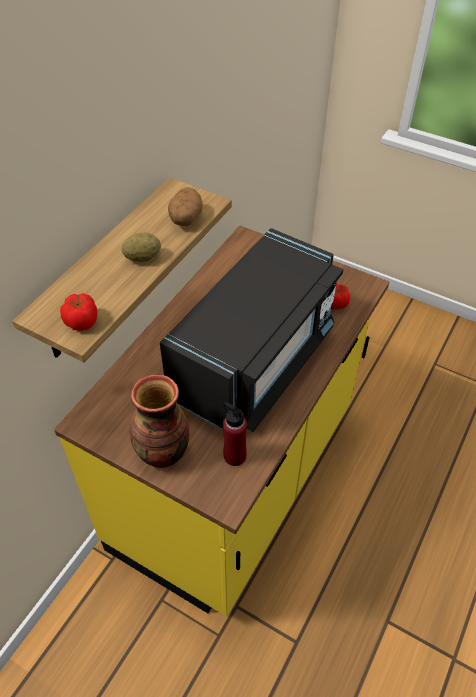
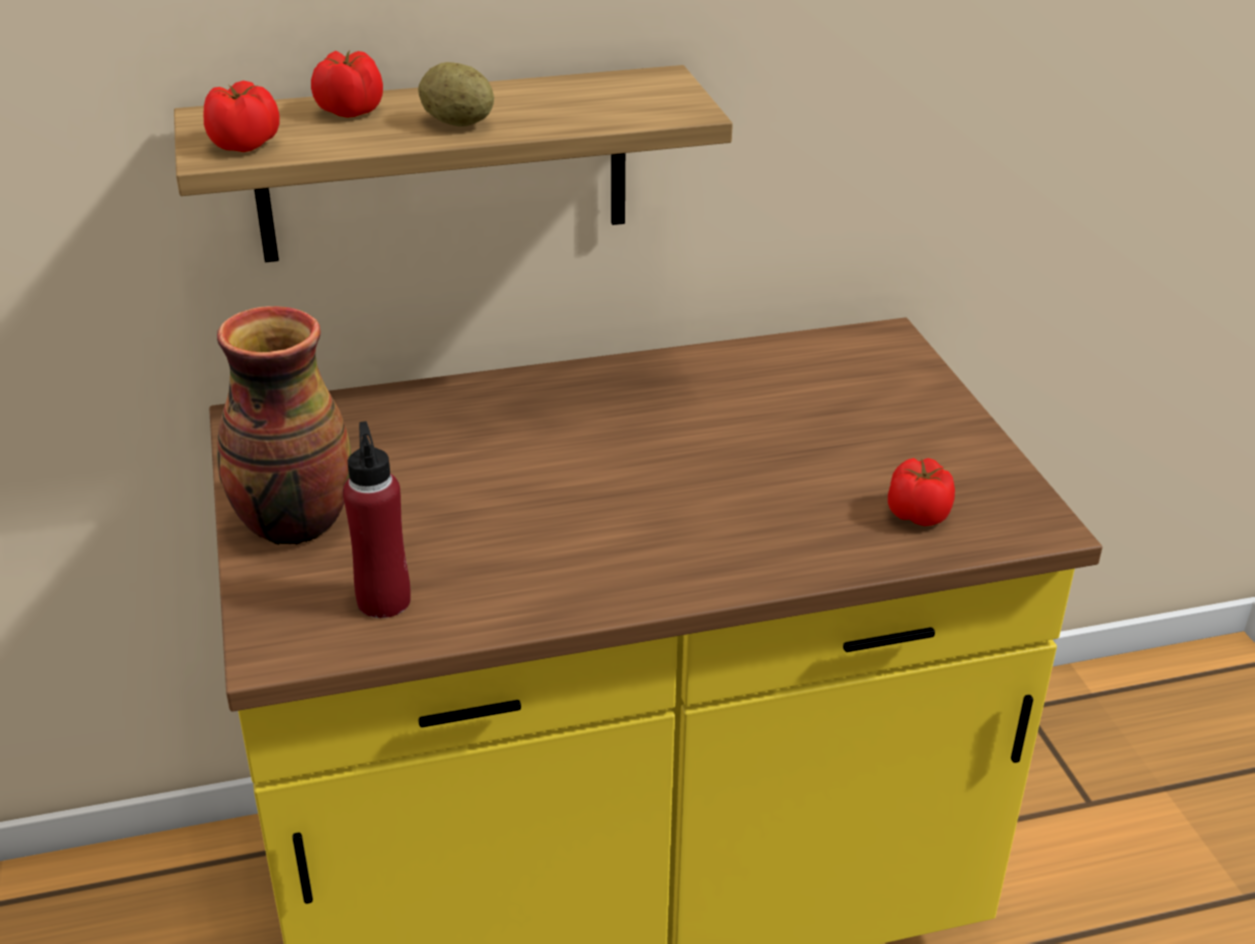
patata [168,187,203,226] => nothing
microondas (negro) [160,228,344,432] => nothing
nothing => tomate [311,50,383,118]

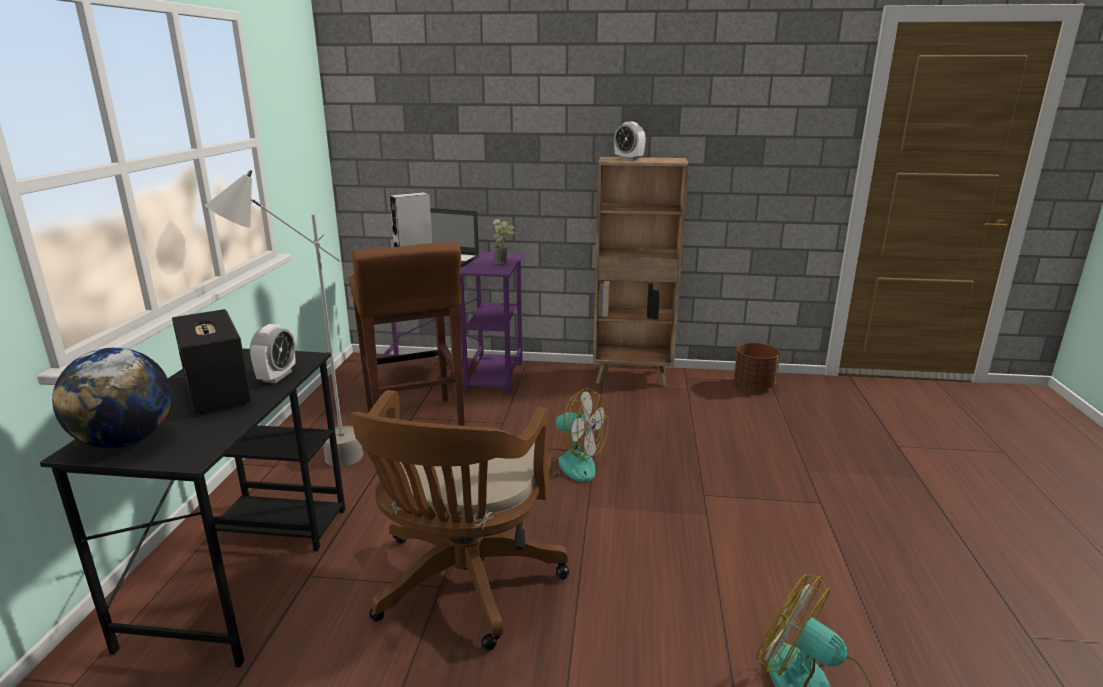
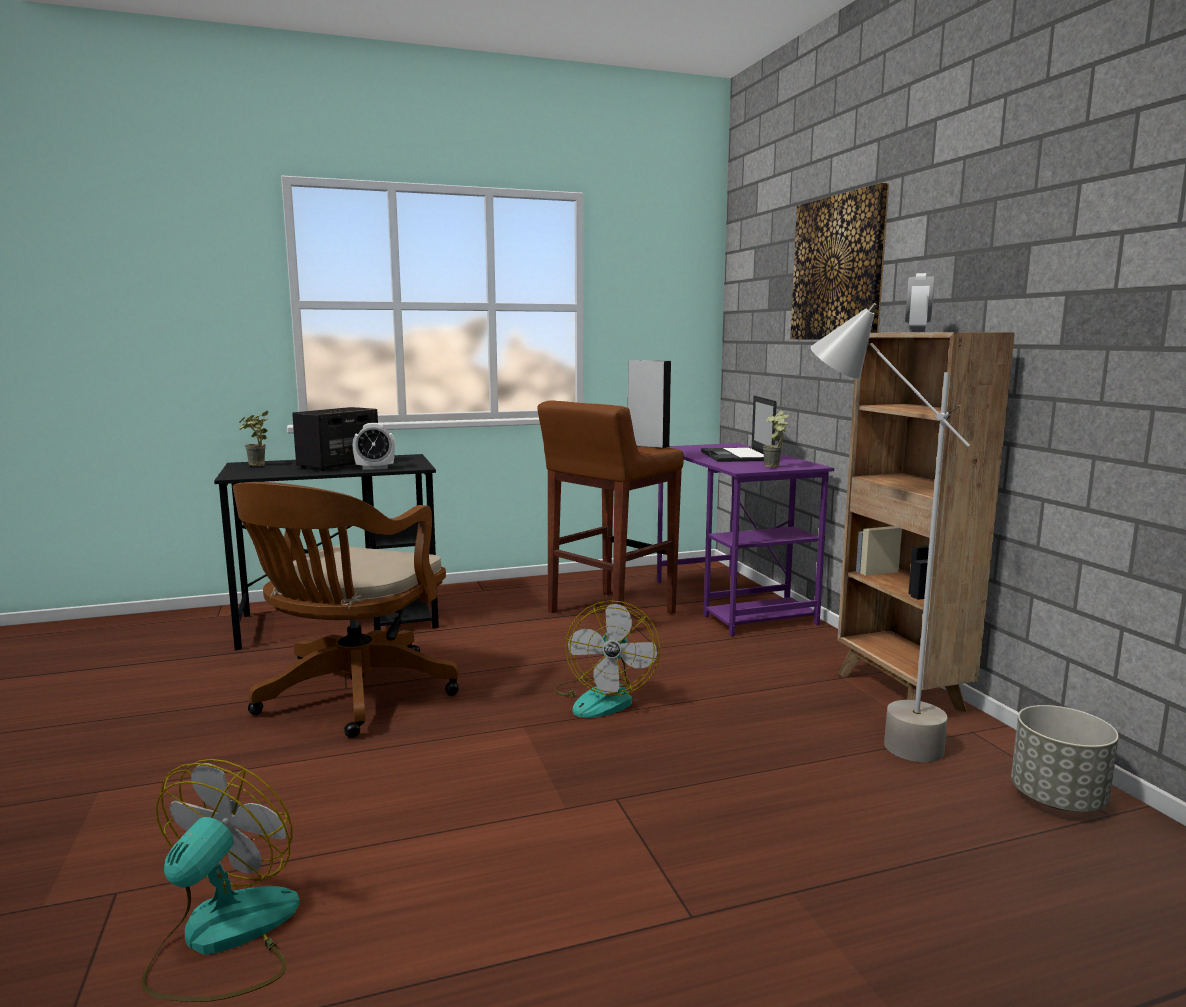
lámpara de pie (gris) [205,170,363,467] => lámpara de pie (gris) [811,303,970,762], moved
maceta (marrón) [734,343,780,390] => maceta (gris) [1011,705,1119,812]
globo terráqueo [52,347,172,448] => planta en maceta [239,410,269,466]
silla de oficina (marrón) [350,390,569,651] => silla de oficina (marrón) [233,482,459,738], 60 degrees counterclockwise
nothing => cuadro [790,183,889,340]

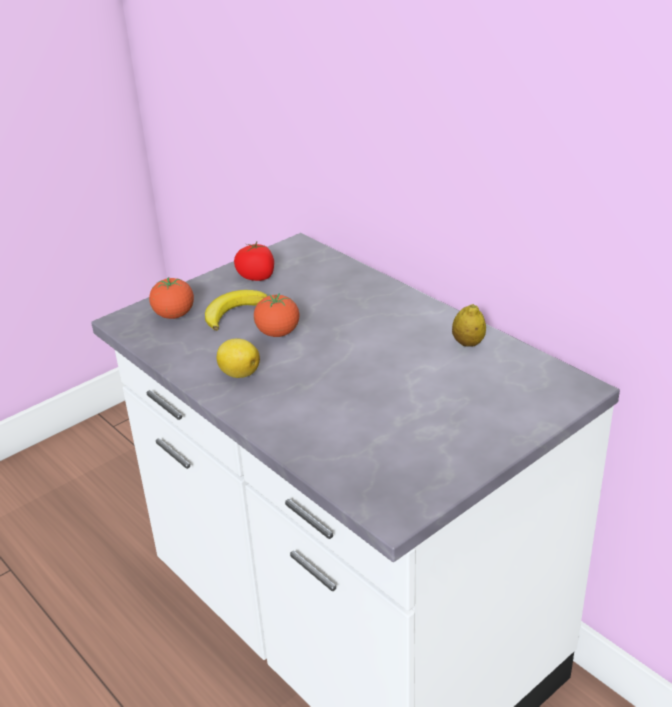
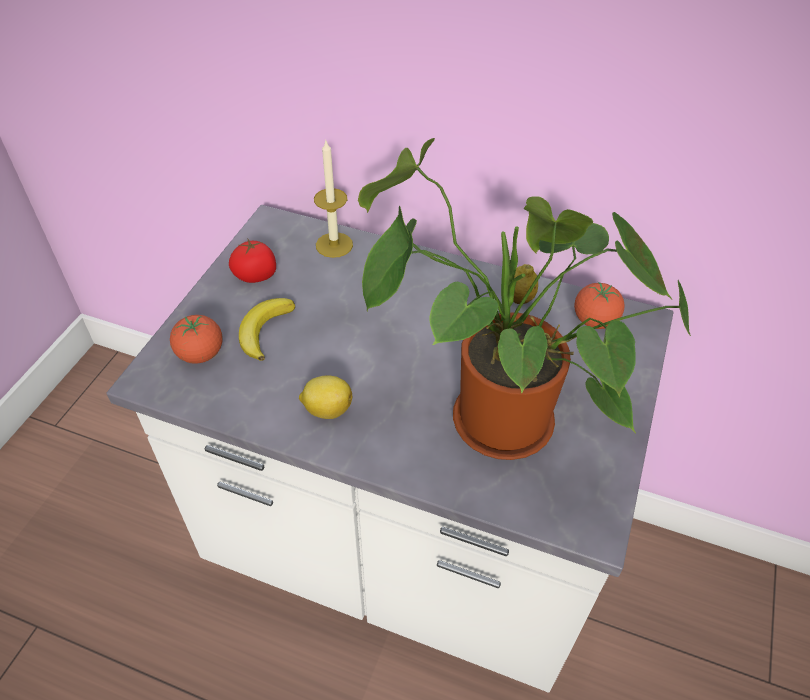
tomate [254,293,299,337] => tomate [574,282,625,329], moved
nothing => planta en maceta [358,138,691,460]
nothing => vela [314,139,353,258]

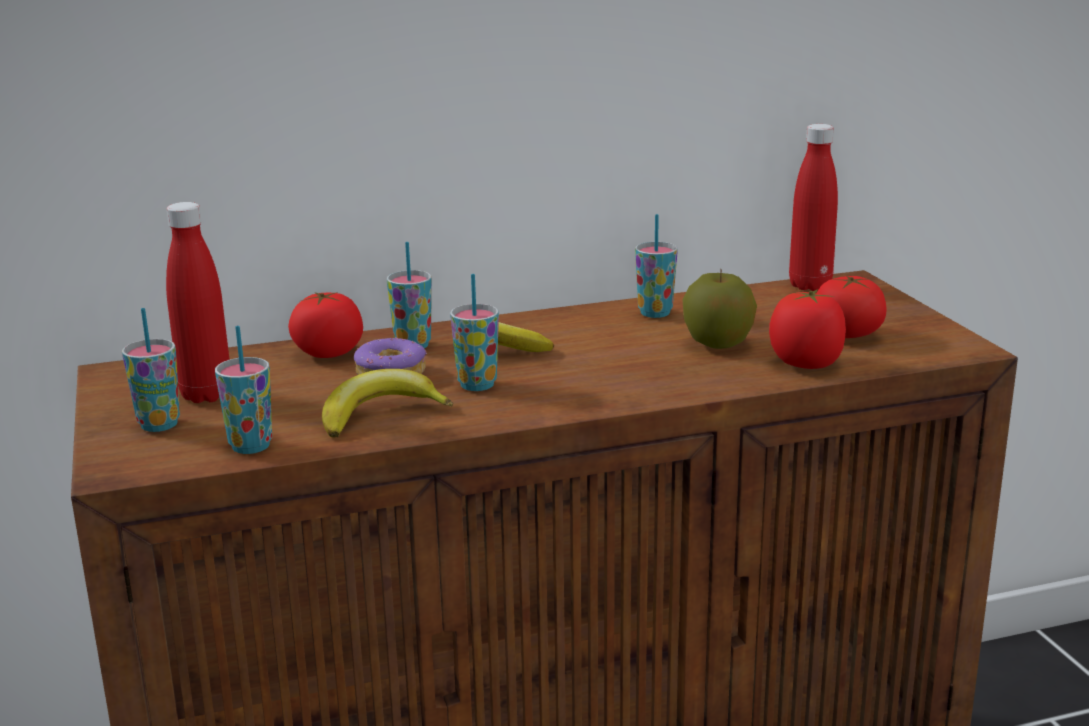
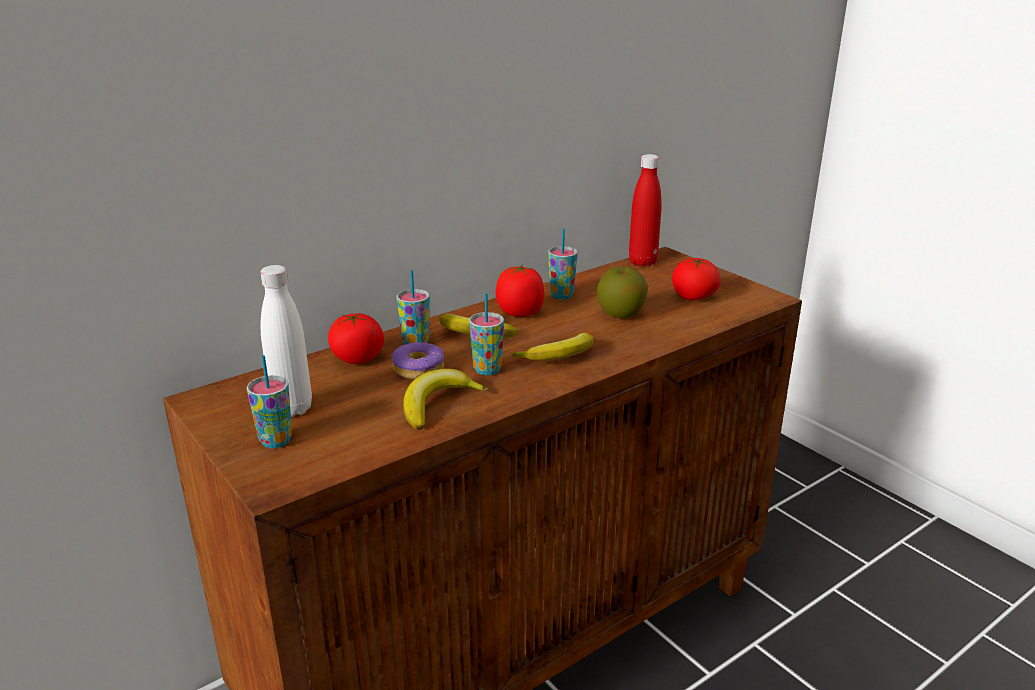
botella (rojo) [166,202,230,403] => botella (blanco) [260,265,312,417]
tomate [769,289,846,369] => tomate [496,264,544,317], moved
taza [215,326,272,454] => nothing
nothing => plátano [511,333,593,361]

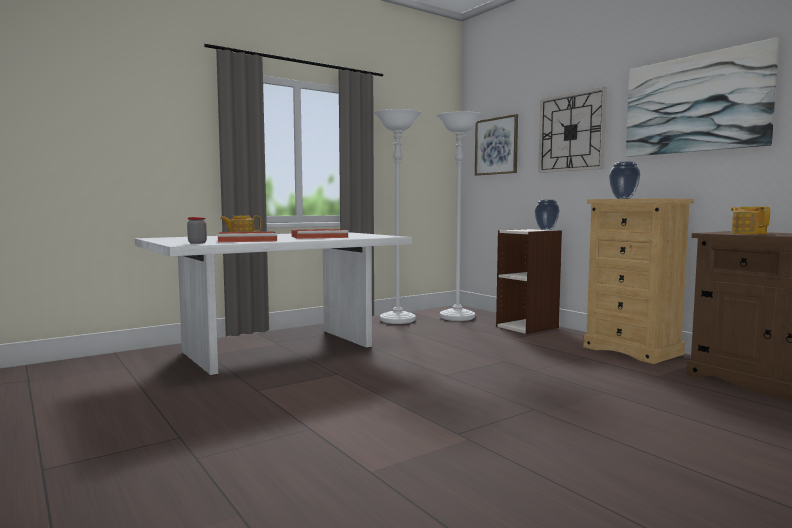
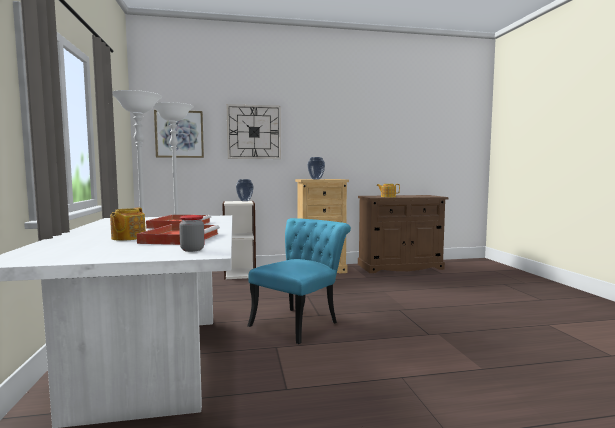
cuadro [626,37,779,157] => nothing
nothing => silla (turquesa) [247,218,351,344]

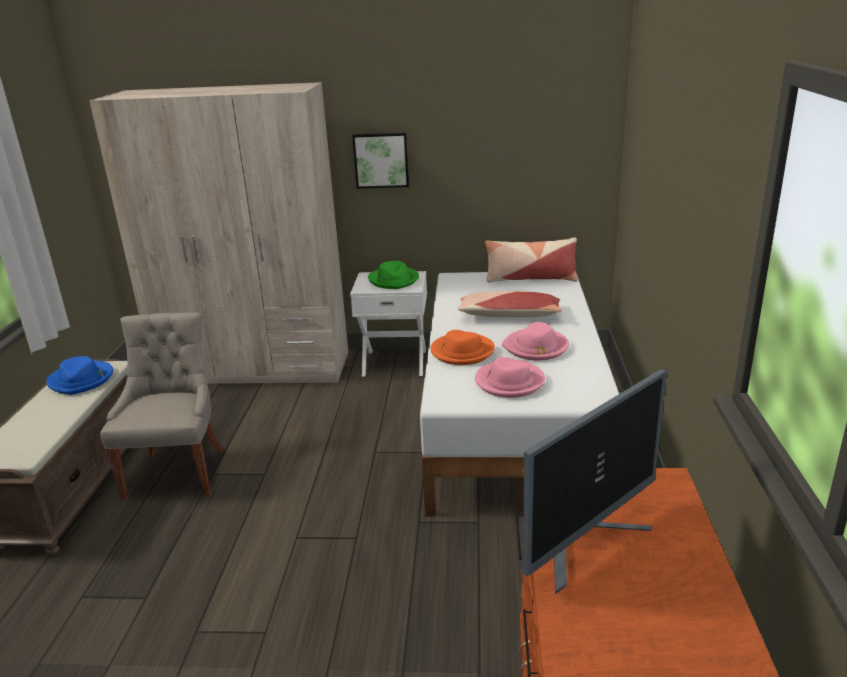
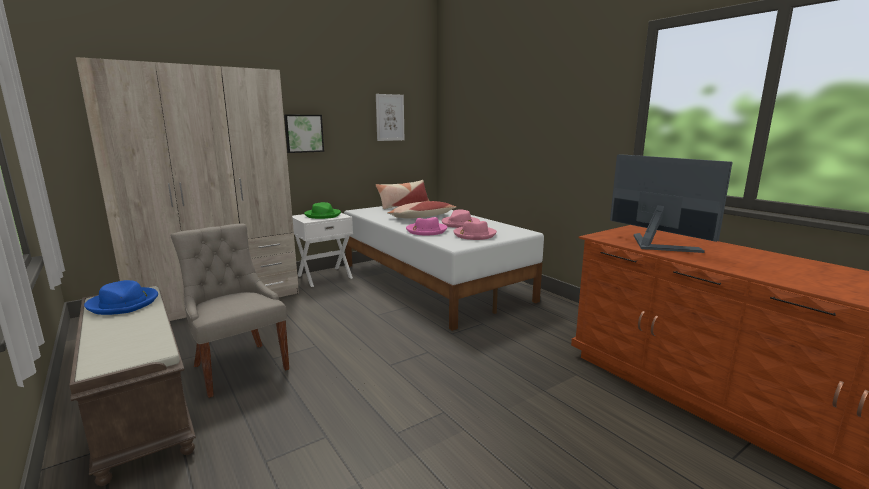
sombrero (naranja) [430,330,495,365] => sombrero (rosa) [406,217,447,236]
monitor [522,369,667,595] => monitor [610,154,733,253], 45 degrees counterclockwise
nothing => cuadro [376,94,404,141]

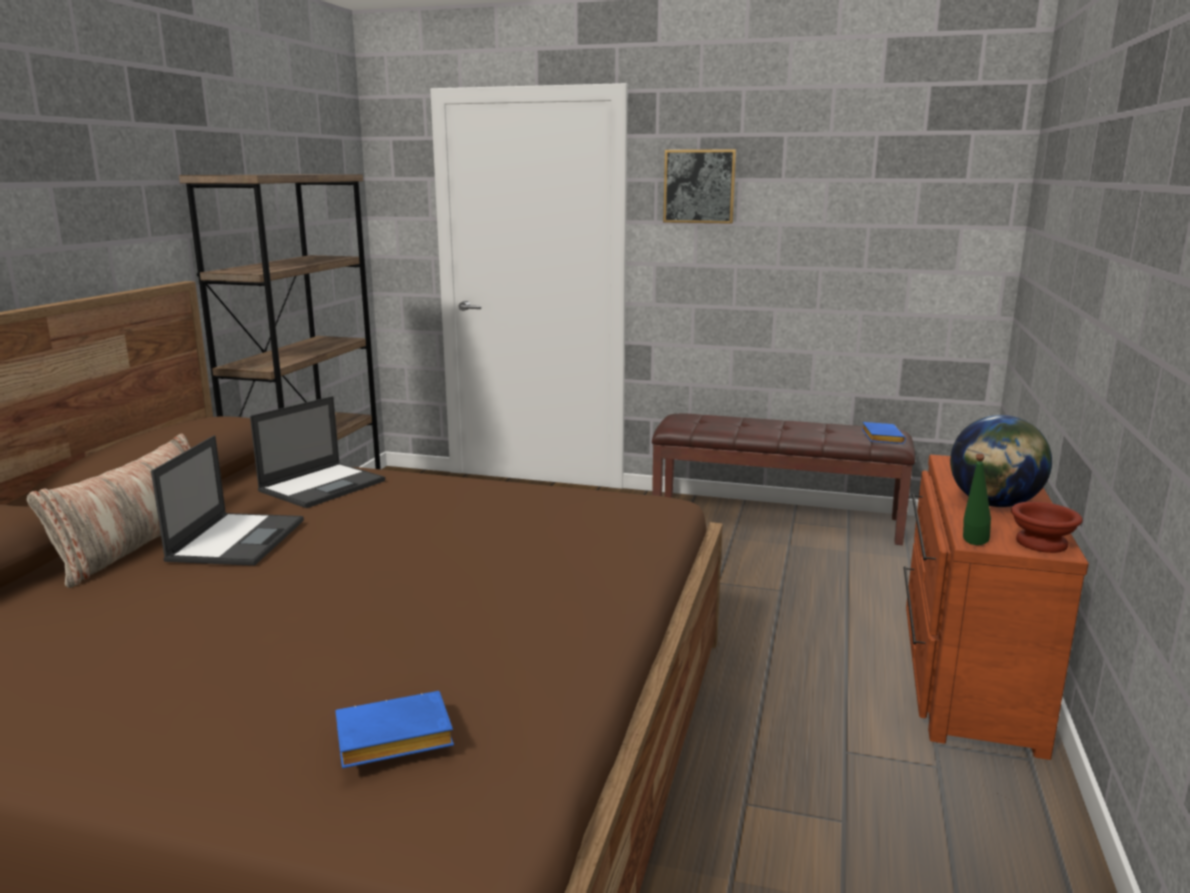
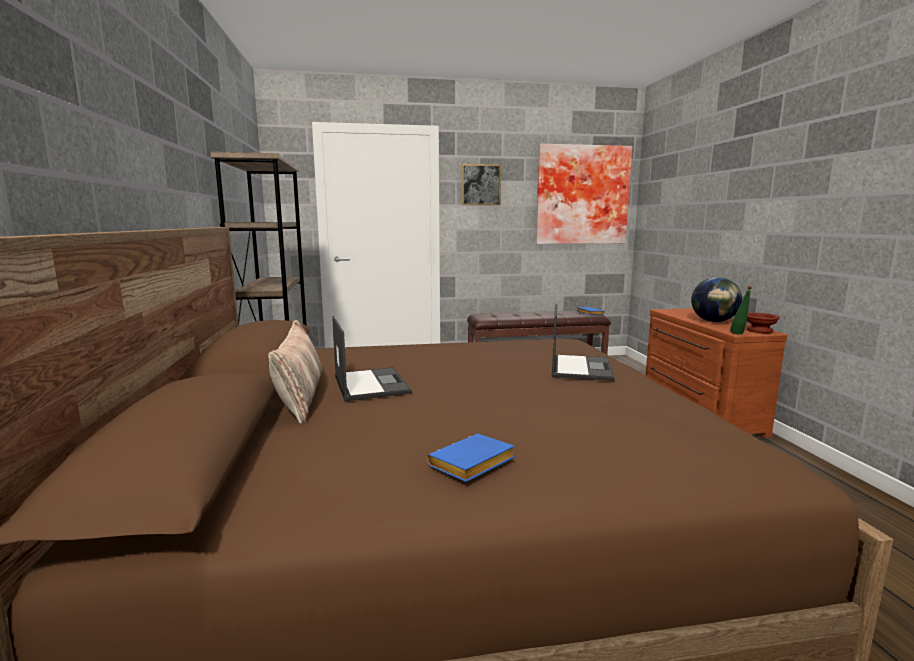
portátil [250,396,385,508] => portátil [552,304,615,381], moved
libro (azul) [335,691,454,768] => libro (azul) [427,434,515,482], moved
nothing => cuadro [536,144,632,244]

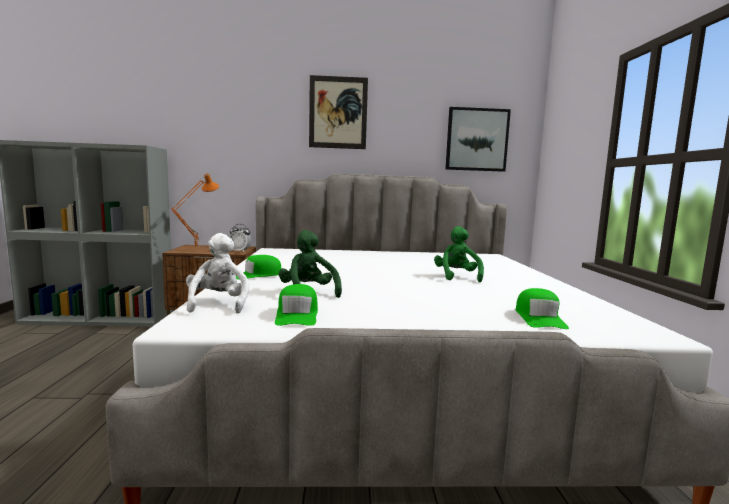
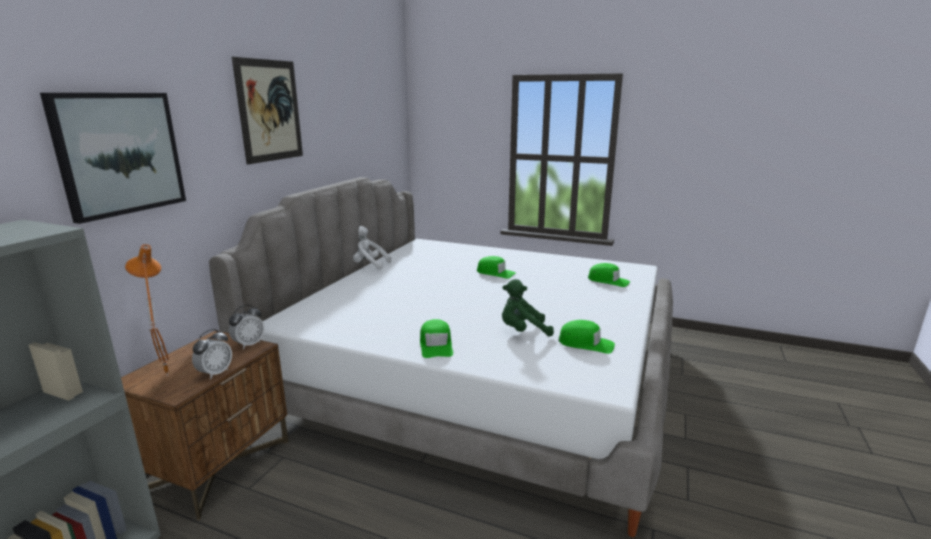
cuadro [446,107,511,172] => cuadro [40,93,186,224], moved
peluche (verde) [434,226,484,282] => gorra (verde) [477,256,516,279]
peluche (blanco) [186,233,249,313] => peluche (blanco) [353,226,391,269], moved
nothing => despertador [192,329,232,379]

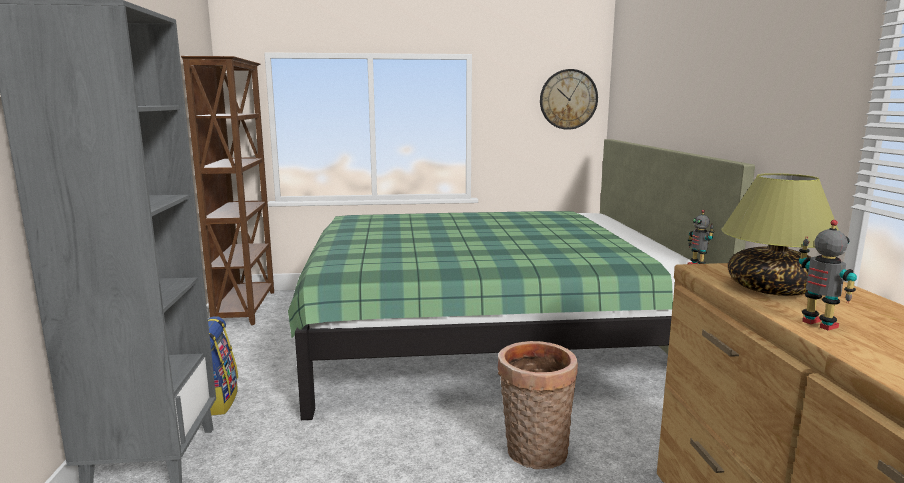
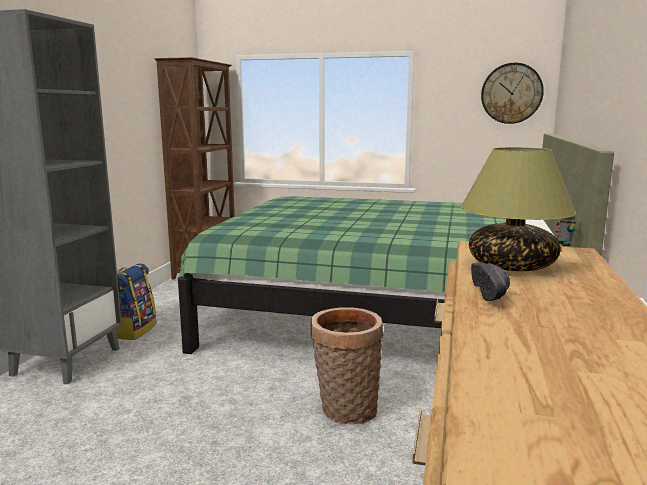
robot de juguete [799,220,857,330] => zapato (negro) [471,263,510,301]

